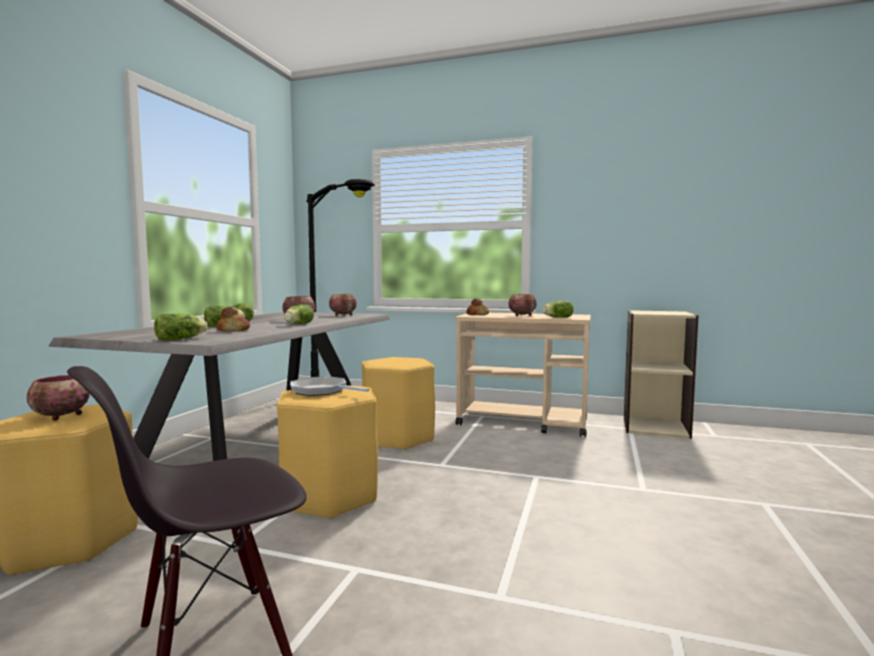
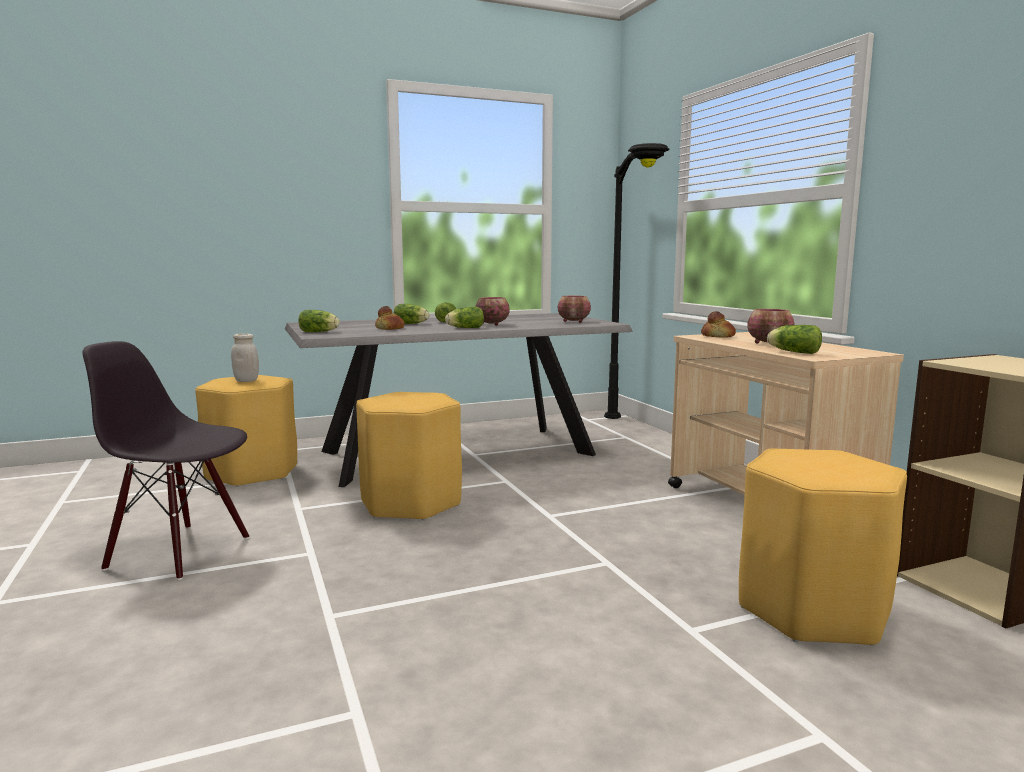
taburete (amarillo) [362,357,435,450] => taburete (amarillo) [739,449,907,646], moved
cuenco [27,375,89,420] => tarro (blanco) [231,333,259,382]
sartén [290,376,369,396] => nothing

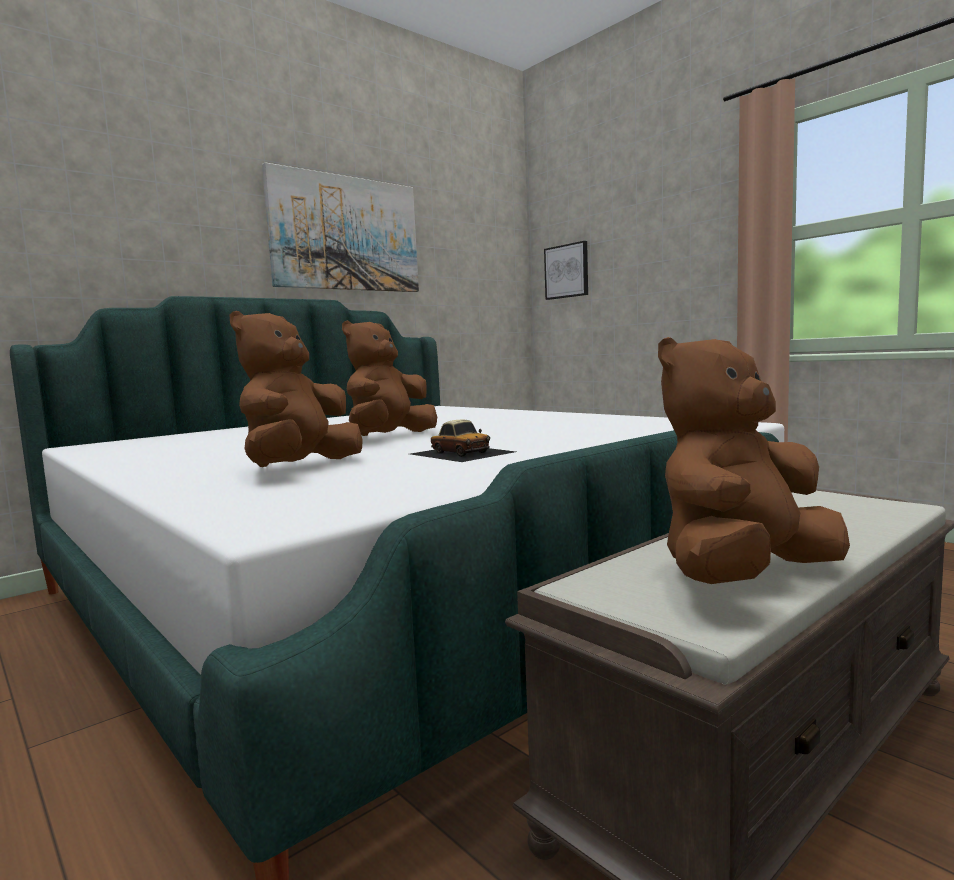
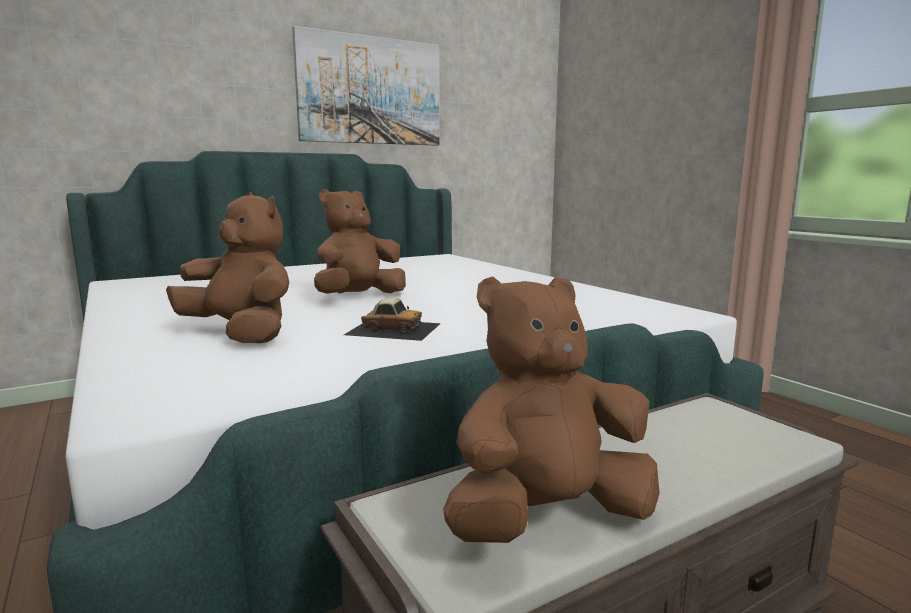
cuadro [544,241,588,300] => nothing
peluche (marrón) [230,311,363,467] => peluche (marrón) [166,192,289,343], 90 degrees clockwise
coche de juguete [411,420,516,462] => coche de juguete [344,298,441,341], 45 degrees counterclockwise

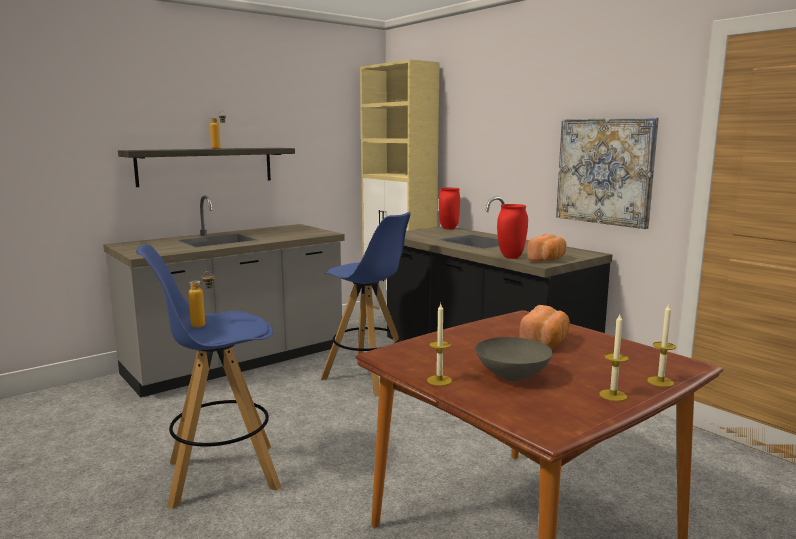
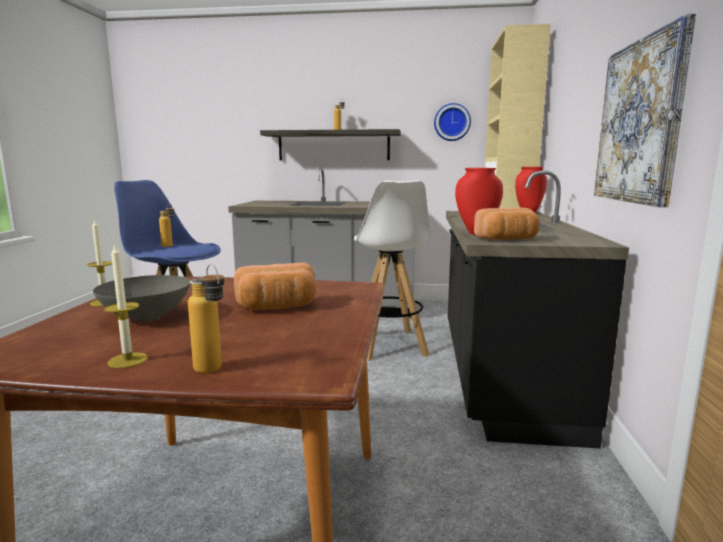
taburete (azul) [321,212,411,397] => taburete (blanco) [354,180,430,361]
vela [647,303,676,387] => botella [188,264,224,373]
nothing => reloj de pared [434,103,471,141]

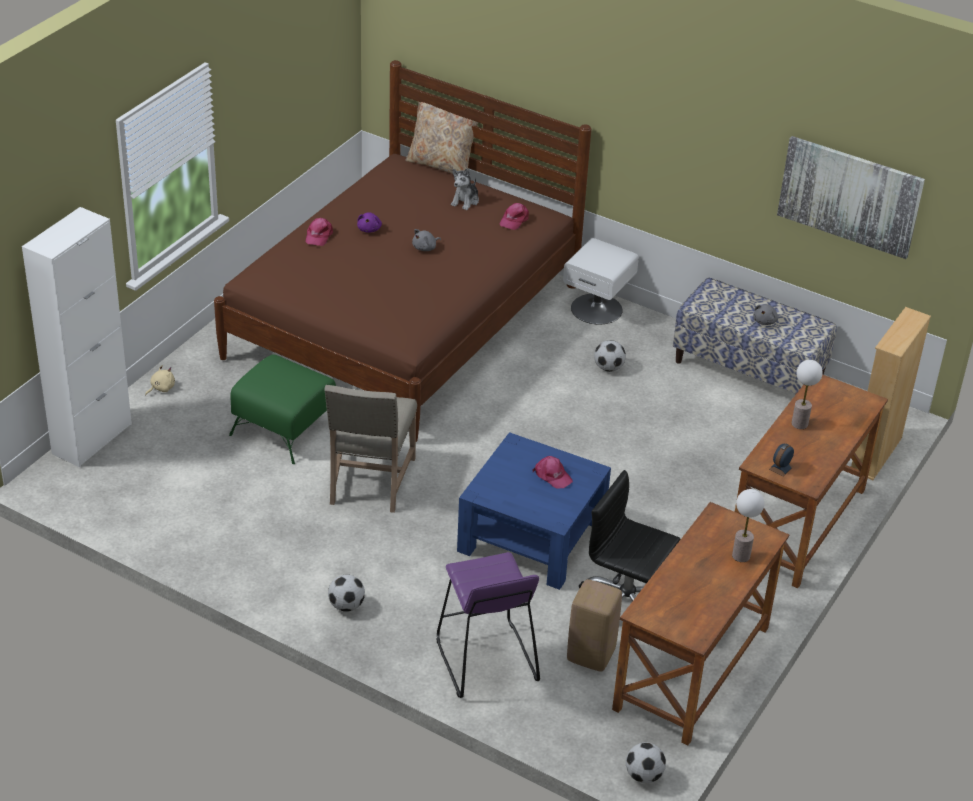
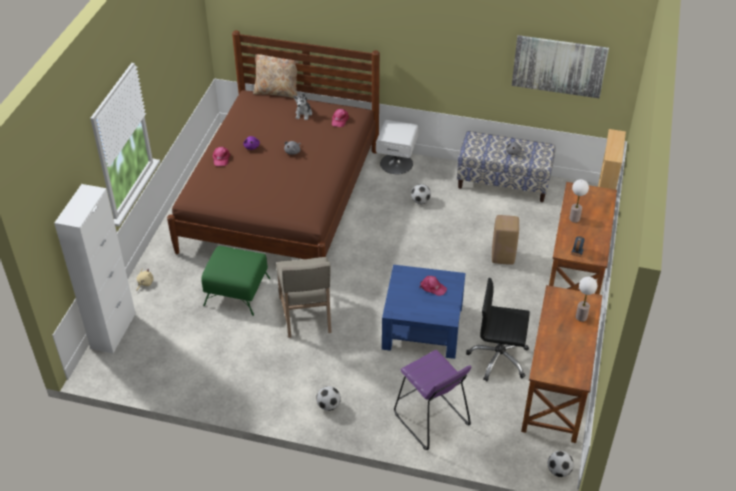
taburete (beis) [567,579,622,672] => taburete (beis) [492,215,519,265], moved

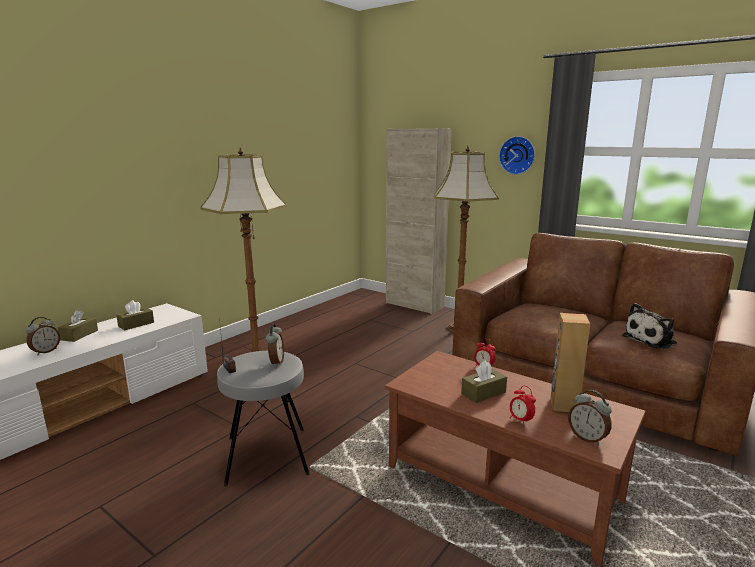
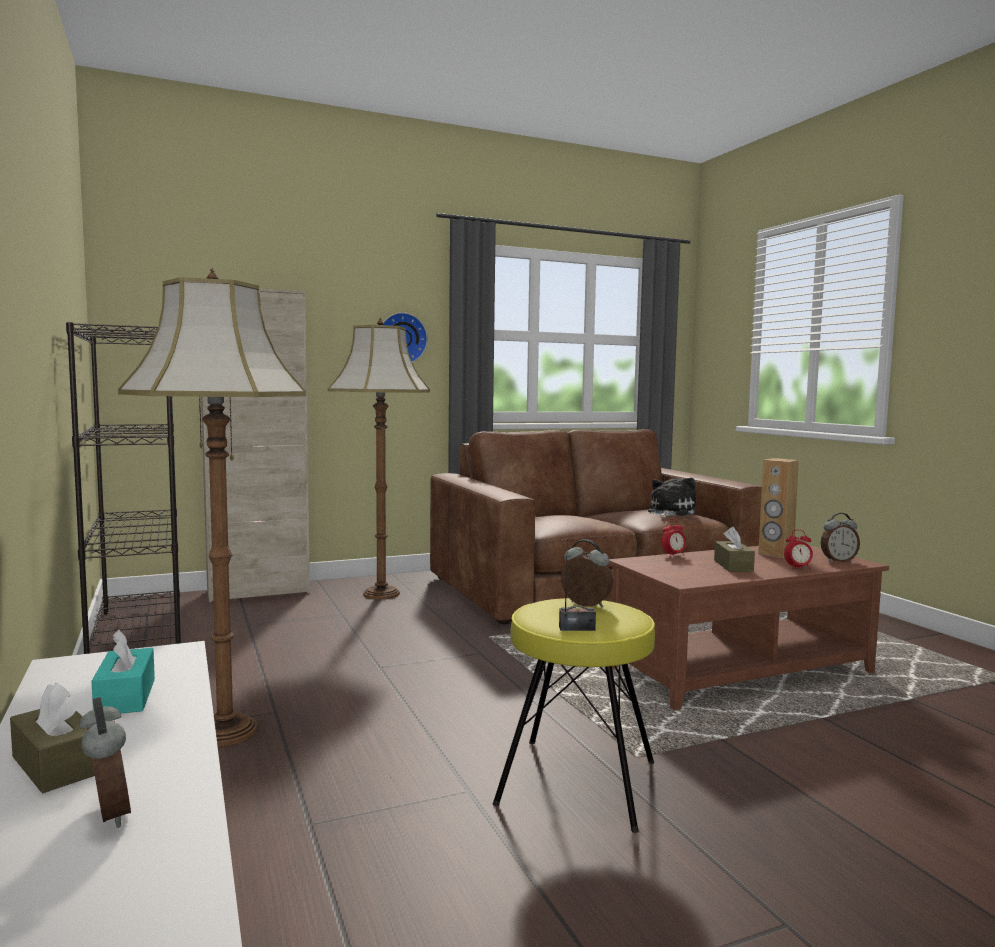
caja de pañuelos (marrón) [116,300,154,330] => caja de pañuelos (turquesa) [91,629,155,713]
peluche [622,303,677,349] => peluche [648,478,696,518], 150 degrees counterclockwise
taburete (gris) [217,350,310,487] => taburete (amarillo) [492,598,655,833]
nothing => estantería (negro) [66,322,181,654]

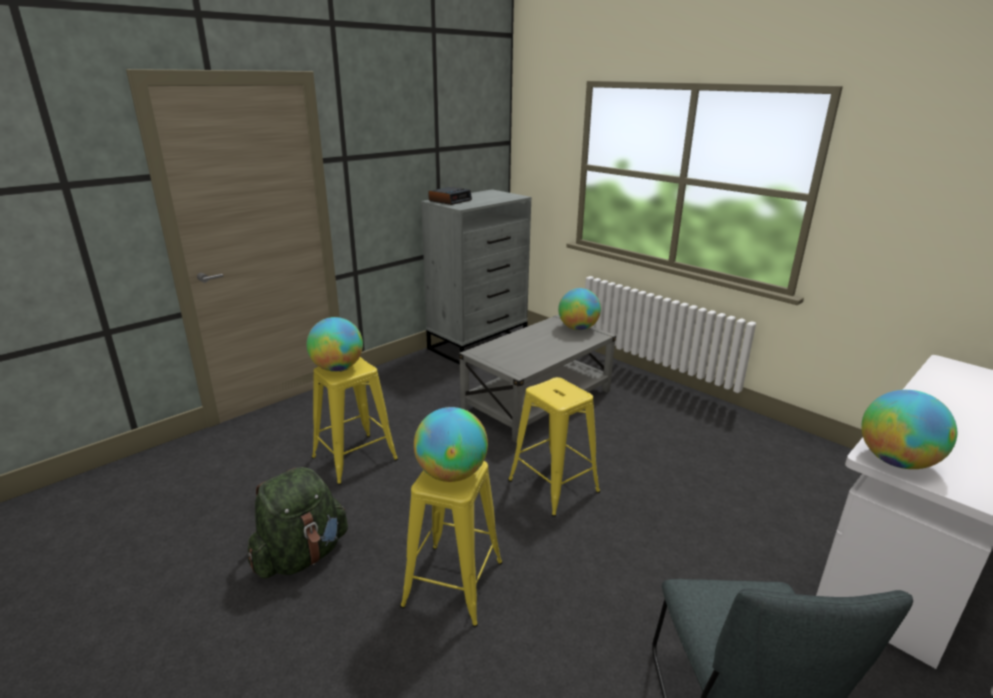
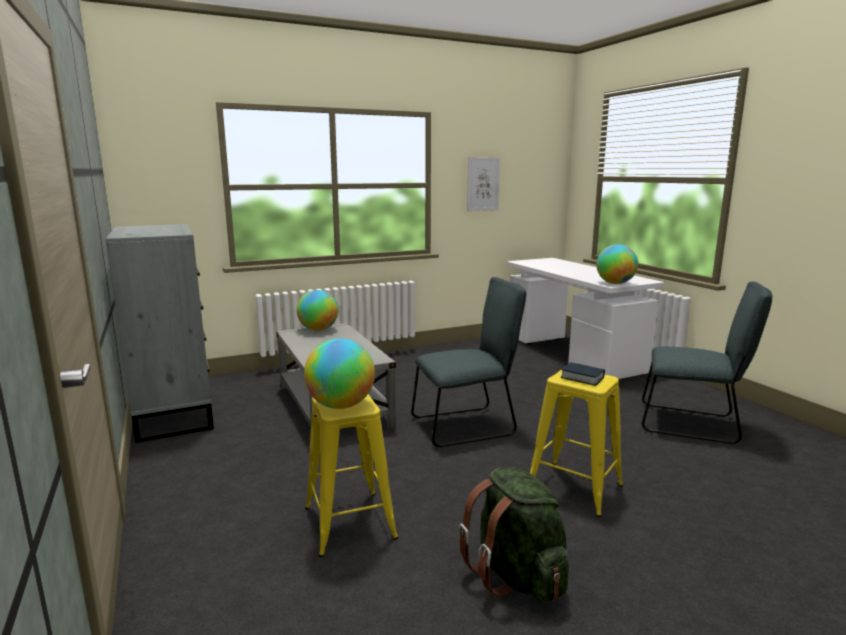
despertador [428,187,472,205] => nothing
taburete (amarillo) [508,377,600,517] => silla (gris) [411,277,526,447]
globo terráqueo [414,407,488,482] => libro [560,362,605,386]
nothing => cuadro [467,157,500,211]

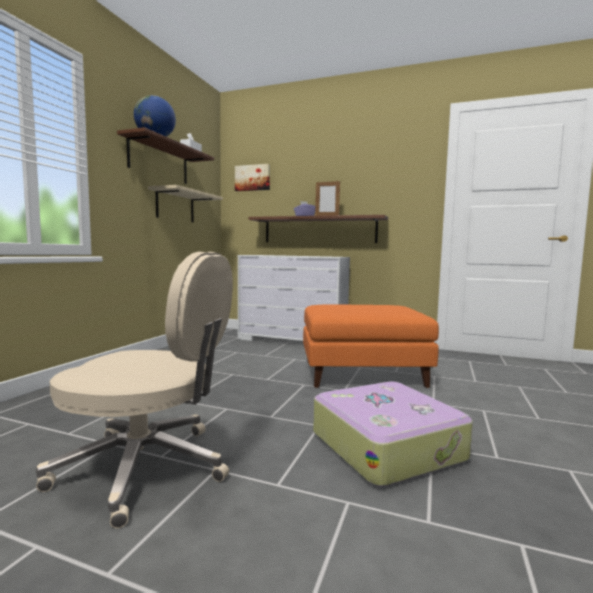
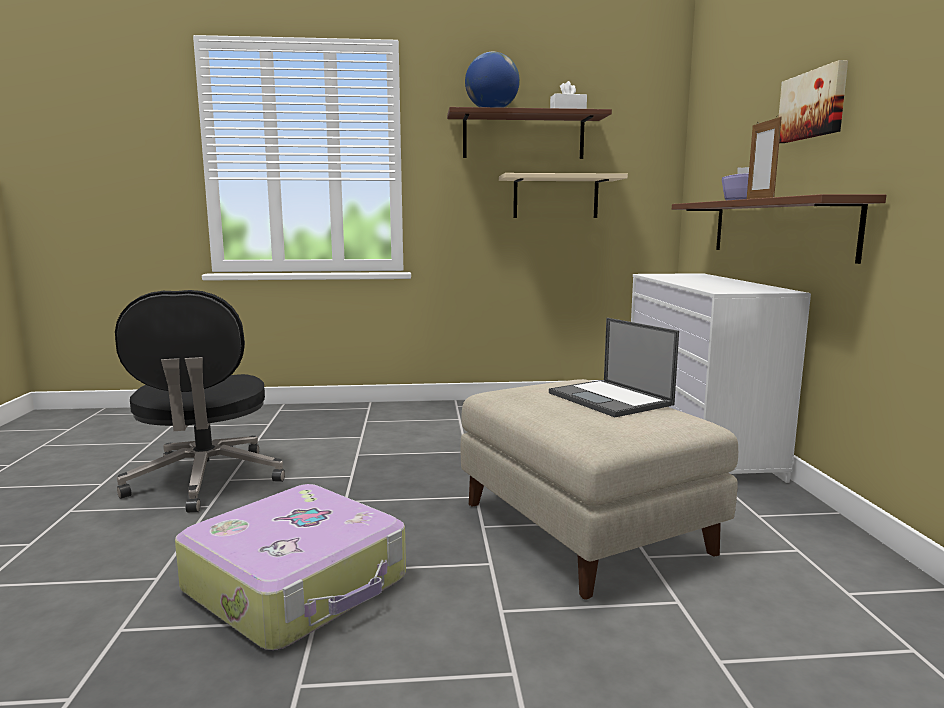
cuadro [235,164,270,191] => cuadro [778,60,848,143], moved
silla de oficina (beis) [36,252,233,528] => silla de oficina (negro) [115,290,285,513]
puf (naranja) [303,304,439,388] => puf (beis) [461,379,738,600]
nothing => portátil [549,318,679,417]

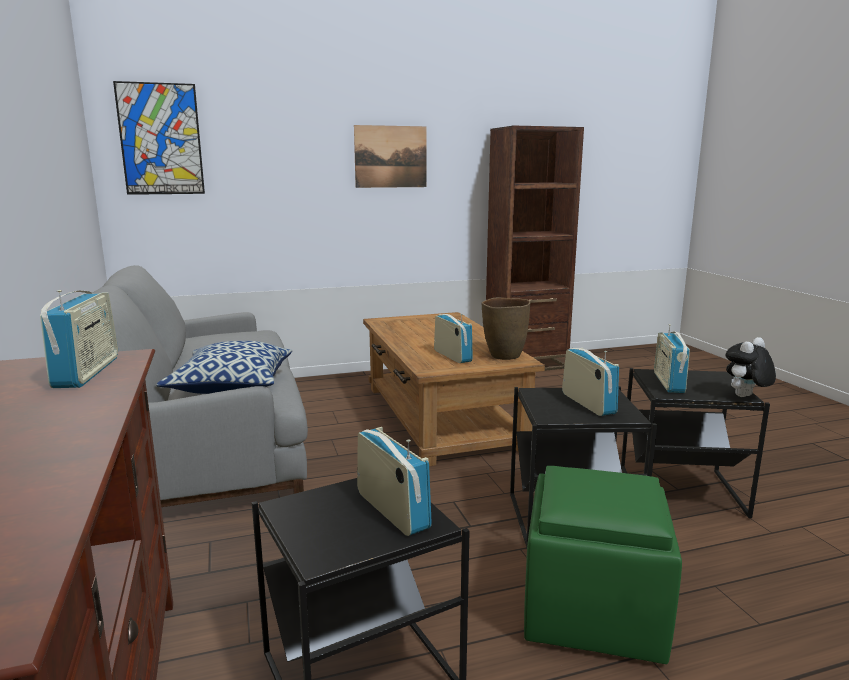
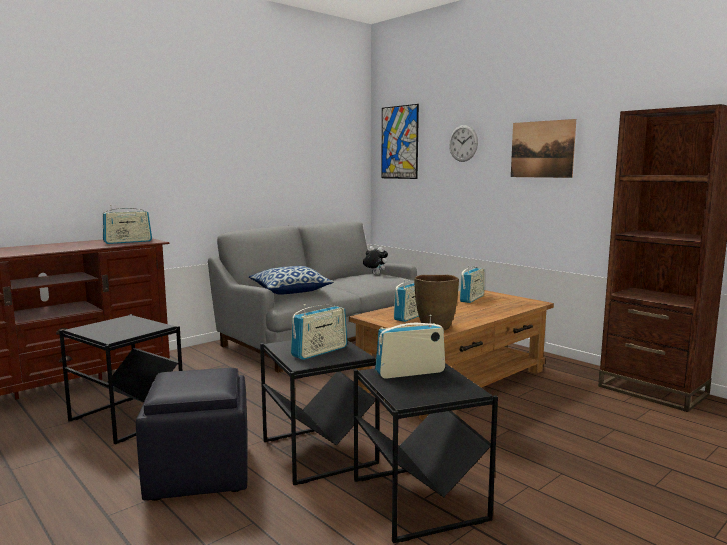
peluche [726,337,776,397] => peluche [363,246,388,275], moved
radio [357,427,432,536] => radio [460,266,485,303], moved
puf (verde) [524,466,682,664] => puf (negro) [136,368,248,501]
nothing => reloj de pared [449,125,478,162]

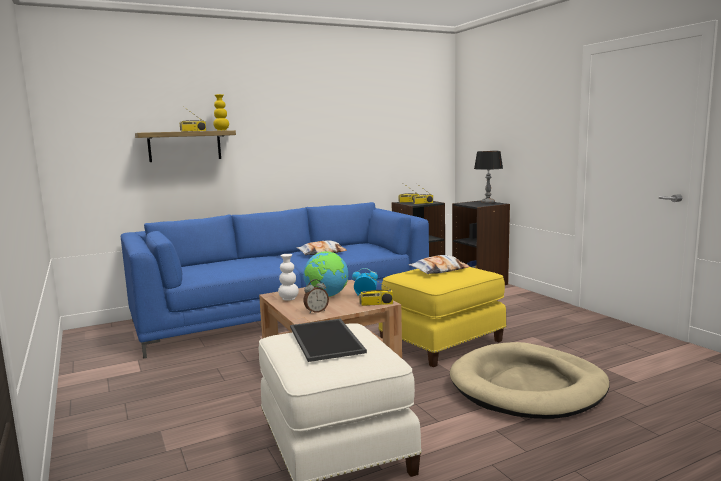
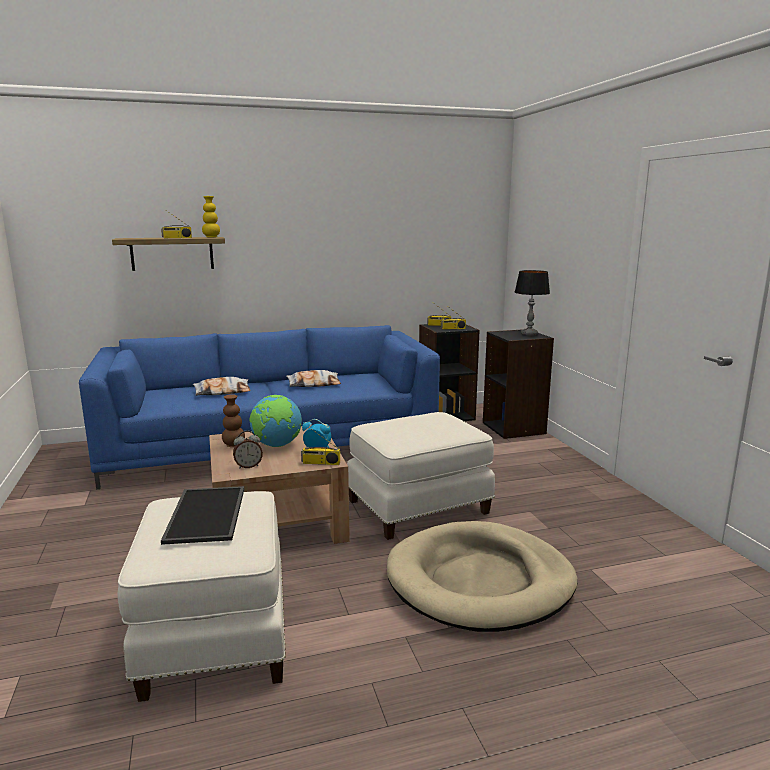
florero (blanco) [278,254,299,301] => florero (marrón) [222,395,245,447]
cojín [408,255,470,274] => cojín [193,377,251,396], moved
puf (amarillo) [379,267,506,367] => puf (blanco) [347,412,495,540]

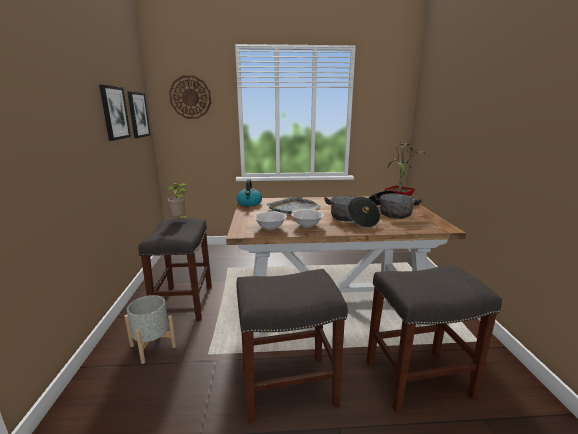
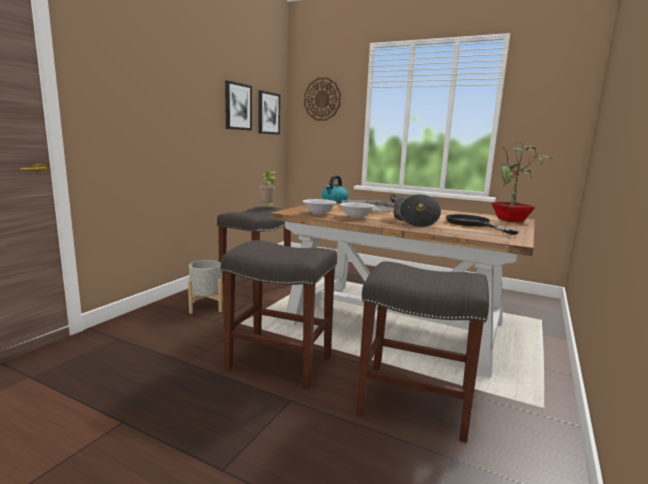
olla [368,190,422,219] => sartén (negro) [446,214,518,235]

